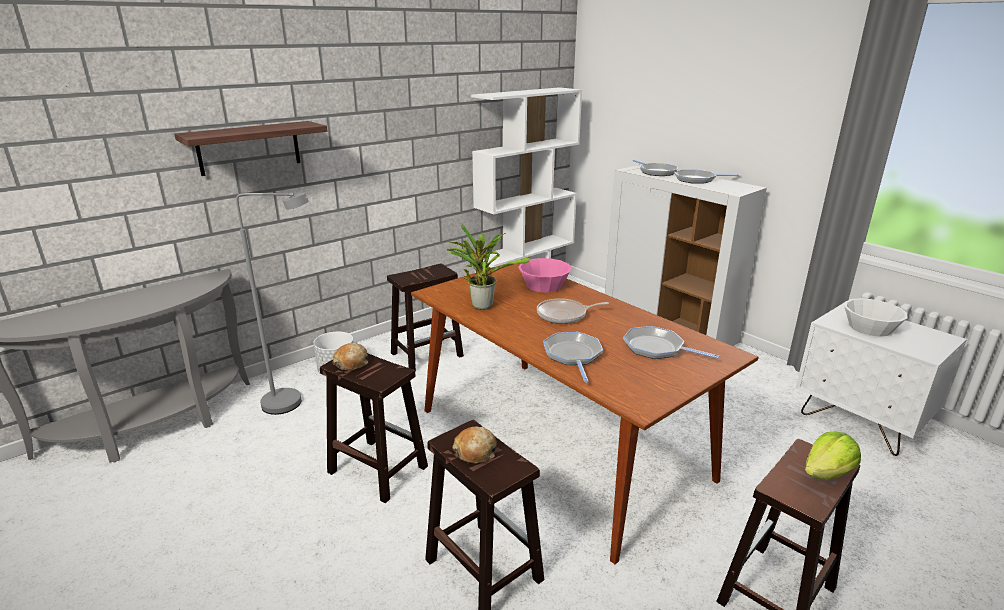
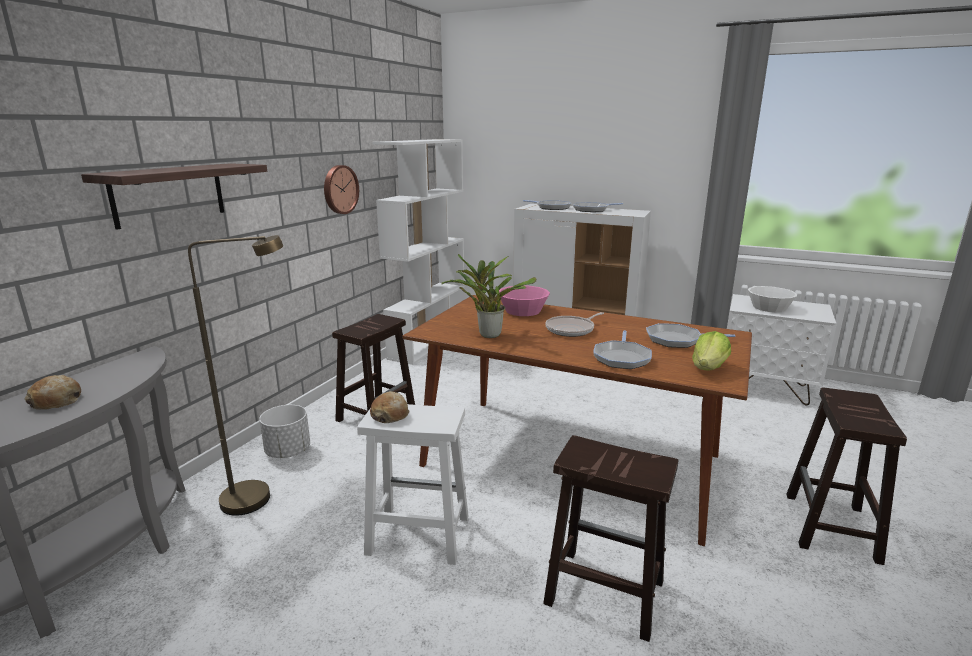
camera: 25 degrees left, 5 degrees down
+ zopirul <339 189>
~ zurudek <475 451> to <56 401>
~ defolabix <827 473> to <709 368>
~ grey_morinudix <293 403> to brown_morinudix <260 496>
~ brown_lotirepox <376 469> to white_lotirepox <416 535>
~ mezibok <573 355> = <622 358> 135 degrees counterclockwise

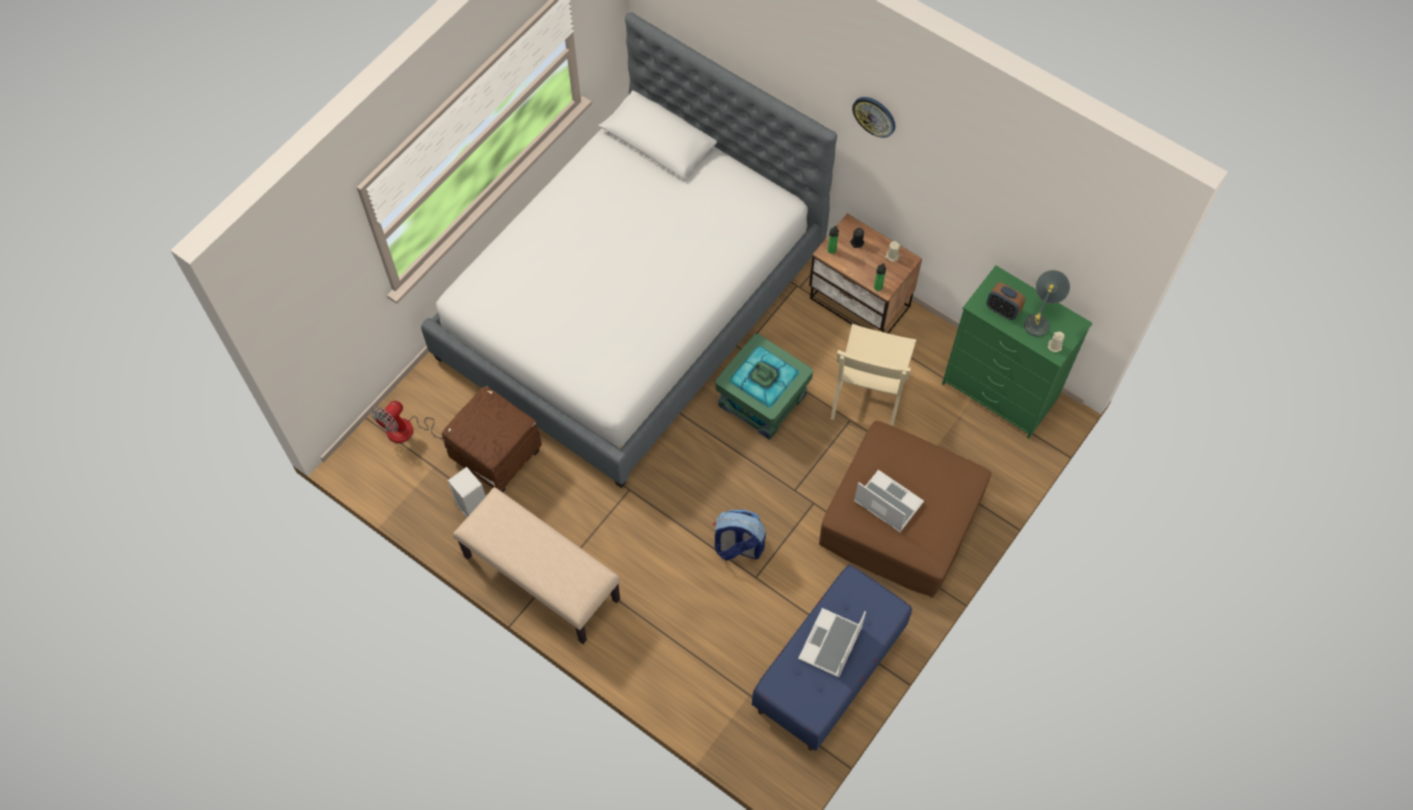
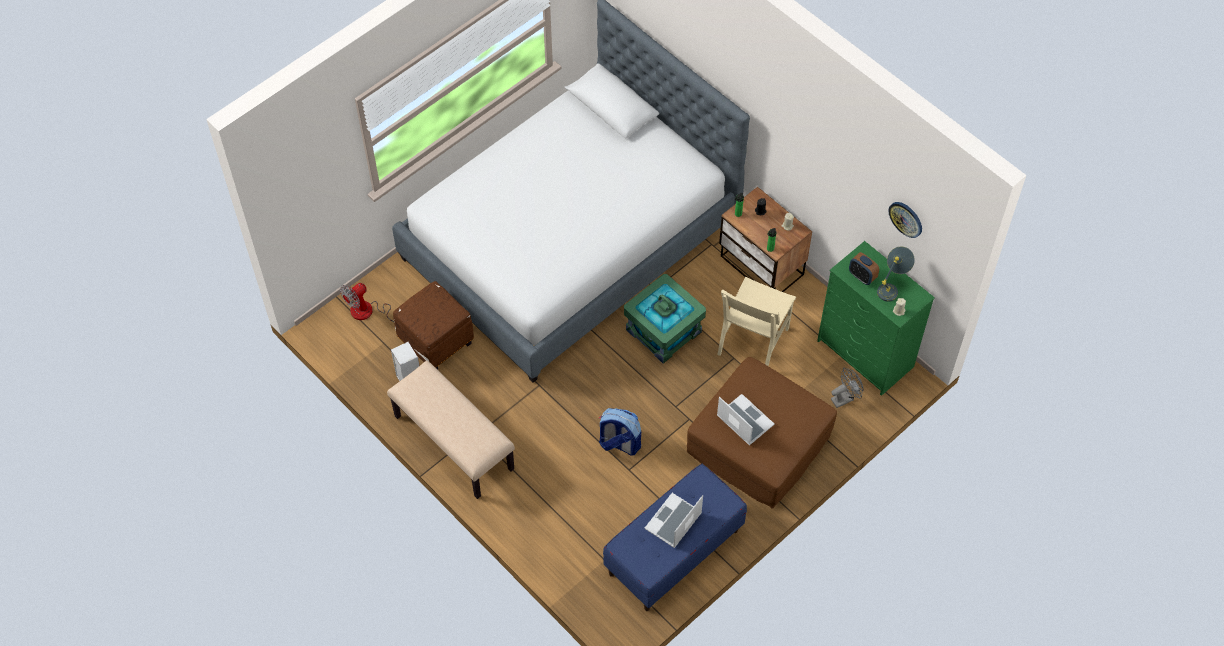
camera: 10 degrees right, 5 degrees down
+ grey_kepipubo <845 398>
~ zopirul <874 116> to <906 219>

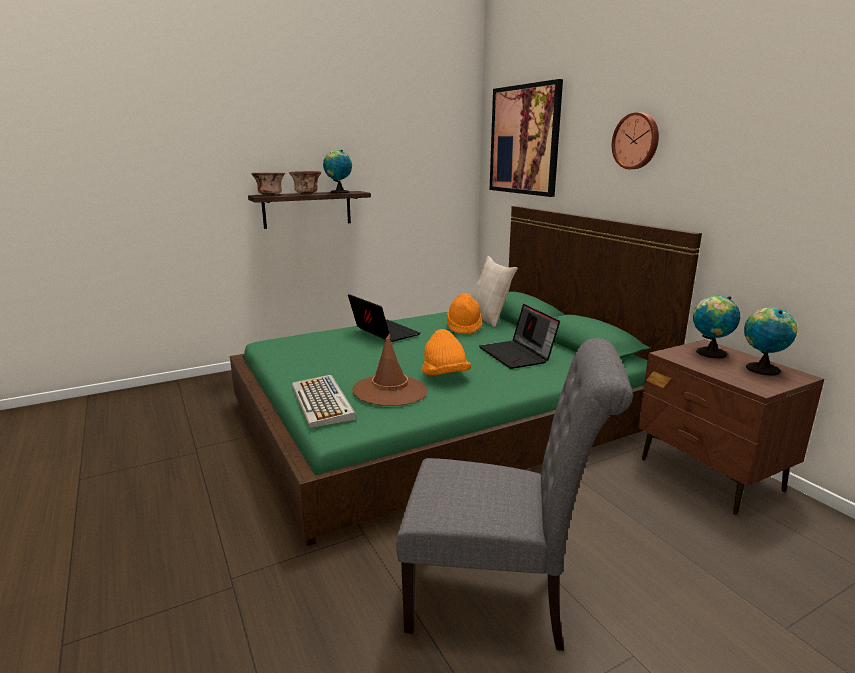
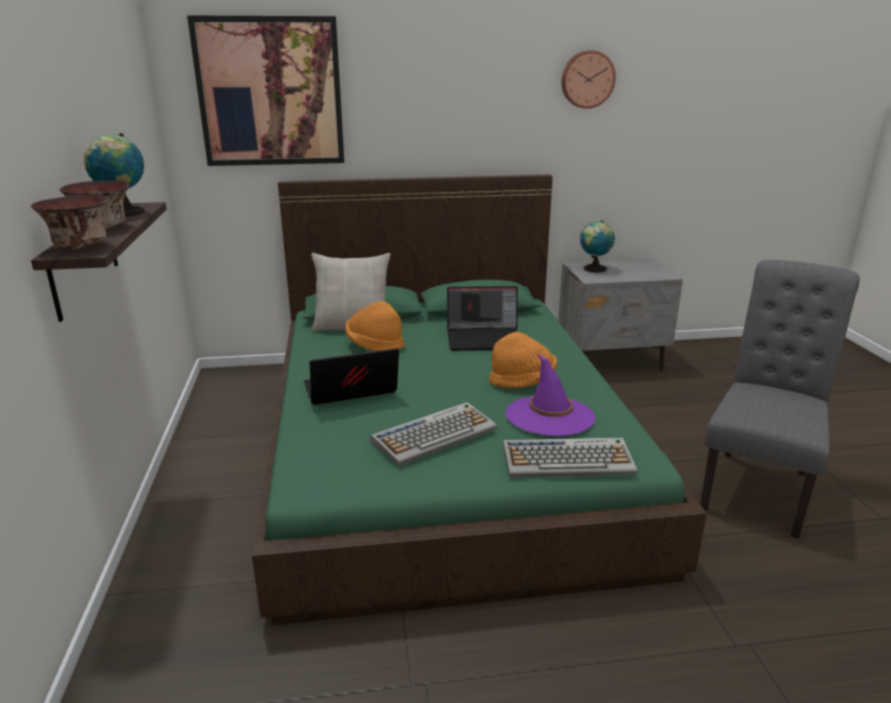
camera: 70 degrees left, 5 degrees up
- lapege <761 368>
+ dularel <435 434>
~ zopirul <636 141> to <587 79>
~ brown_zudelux <390 391> to purple_zudelux <549 416>
~ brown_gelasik <710 475> to grey_gelasik <611 360>

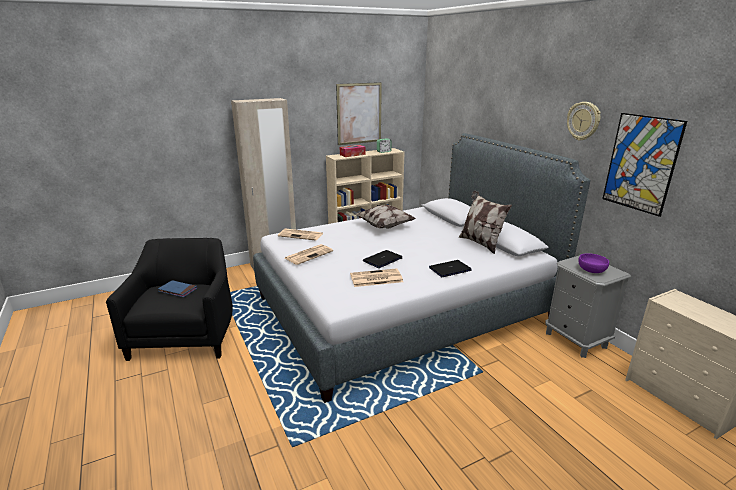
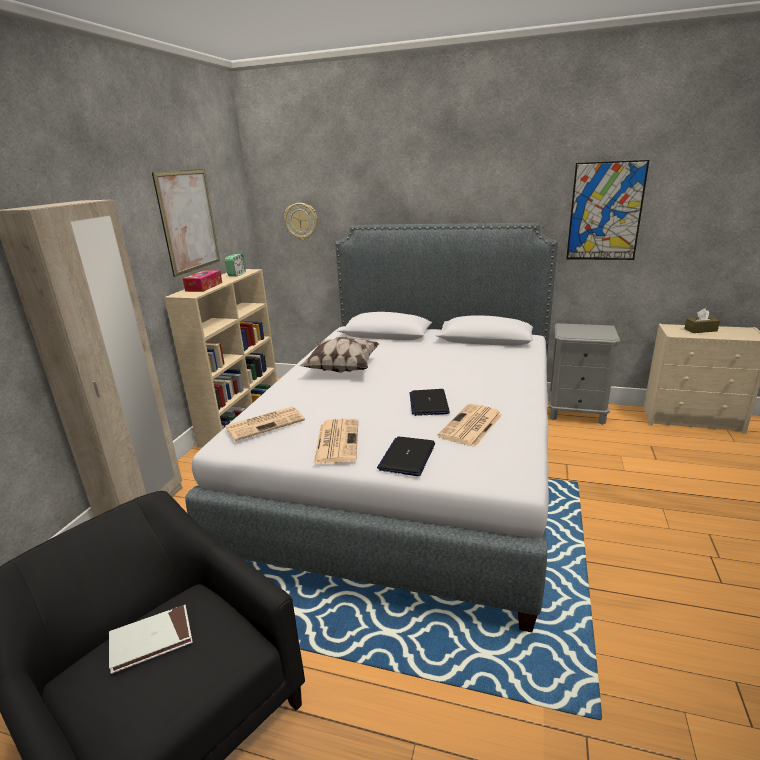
camera: 45 degrees left, 0 degrees up
- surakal <480 243>
- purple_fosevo <591 270>
+ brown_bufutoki <700 330>
~ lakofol <450 269> to <407 457>
~ zopirul <583 121> to <301 221>
~ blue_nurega <178 290> to white_nurega <151 640>

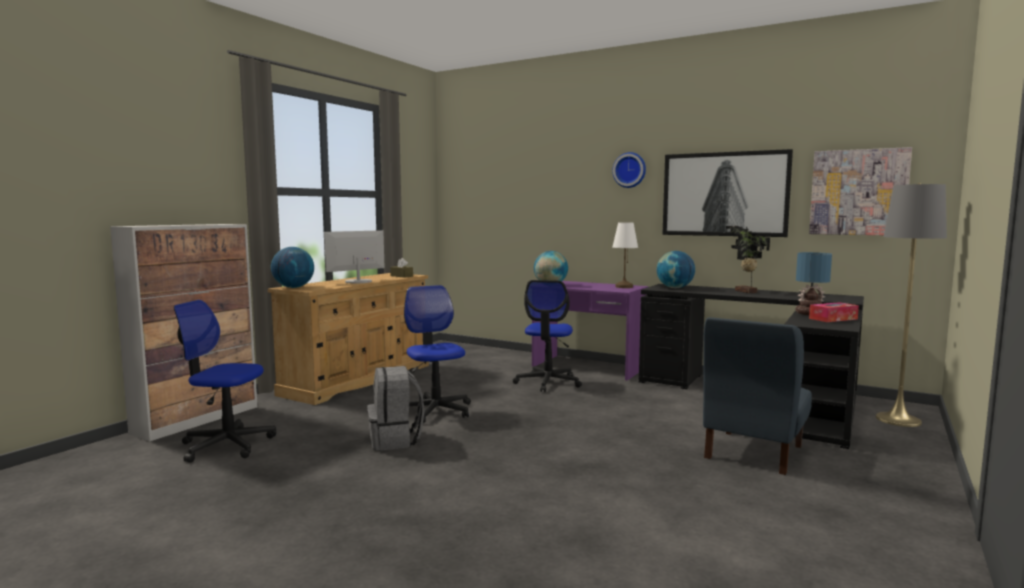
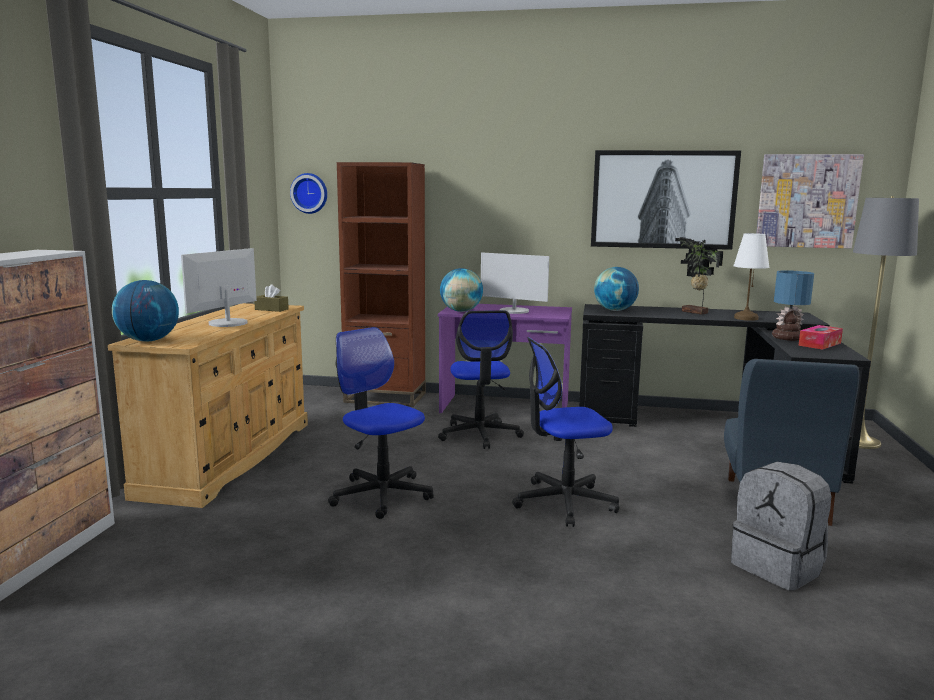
camera: 20 degrees left, 5 degrees up
+ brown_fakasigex <385 398>
+ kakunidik <514 311>
~ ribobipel <227 445> to <564 502>
~ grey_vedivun <396 440> to <778 567>
~ zopirul <630 170> to <310 193>
~ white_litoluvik <623 287> to <746 318>

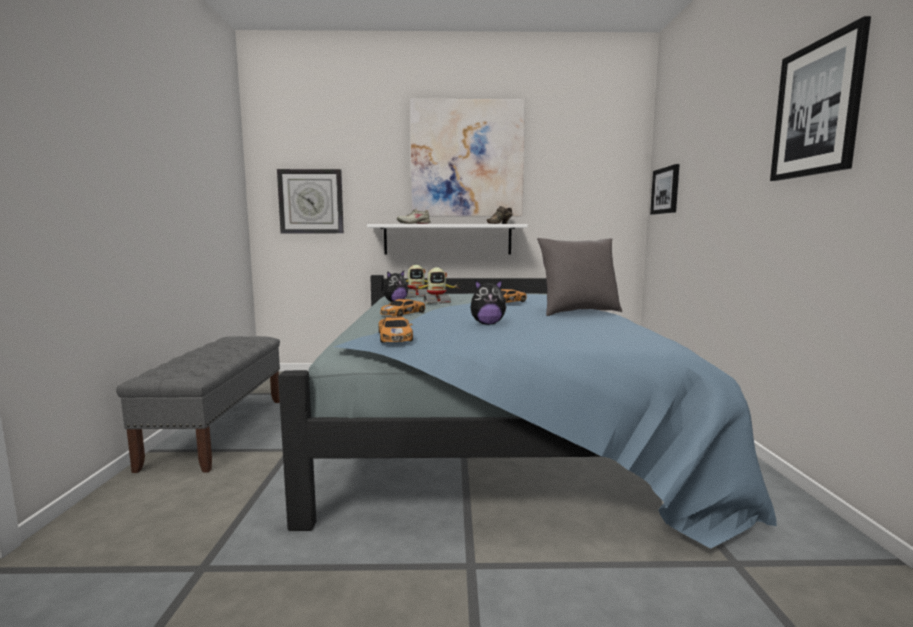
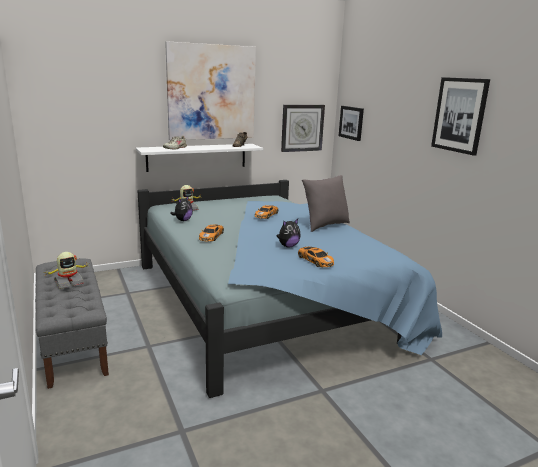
camera: 25 degrees left, 10 degrees up
~ zopirul <311 201> to <302 128>
~ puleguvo <395 337> to <315 260>
~ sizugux <436 302> to <68 283>

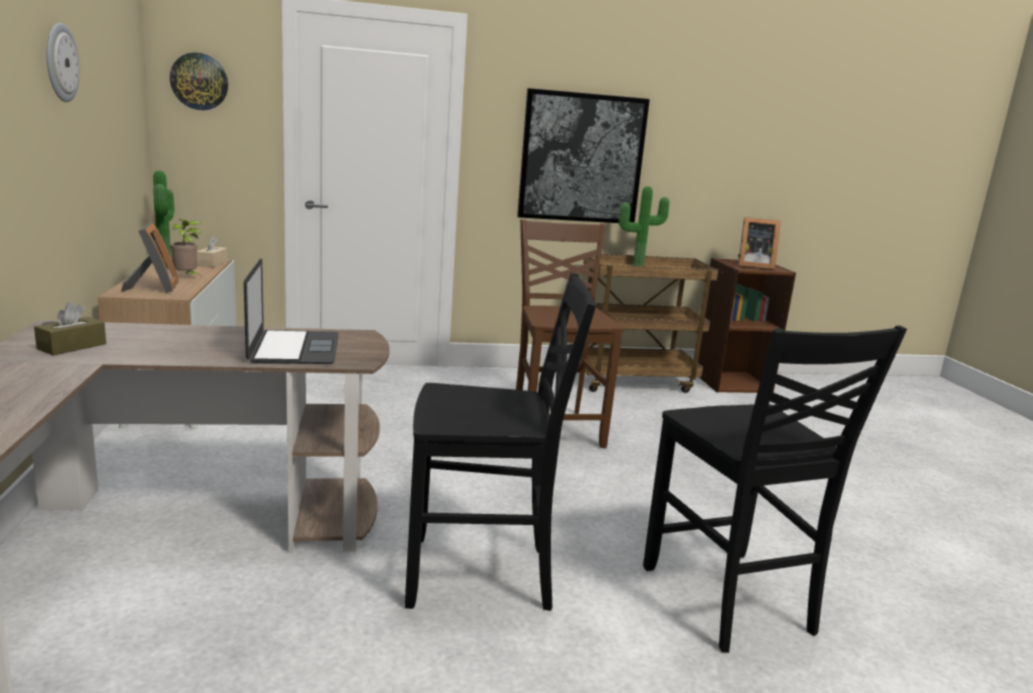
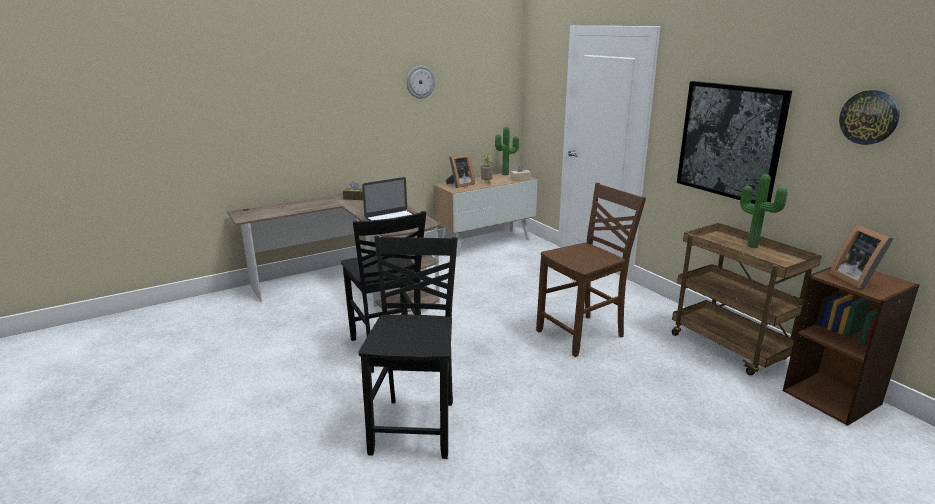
camera: 70 degrees right, 5 degrees up
~ zopirul <199 81> to <869 117>
~ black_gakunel <729 601> = <416 426> 135 degrees clockwise

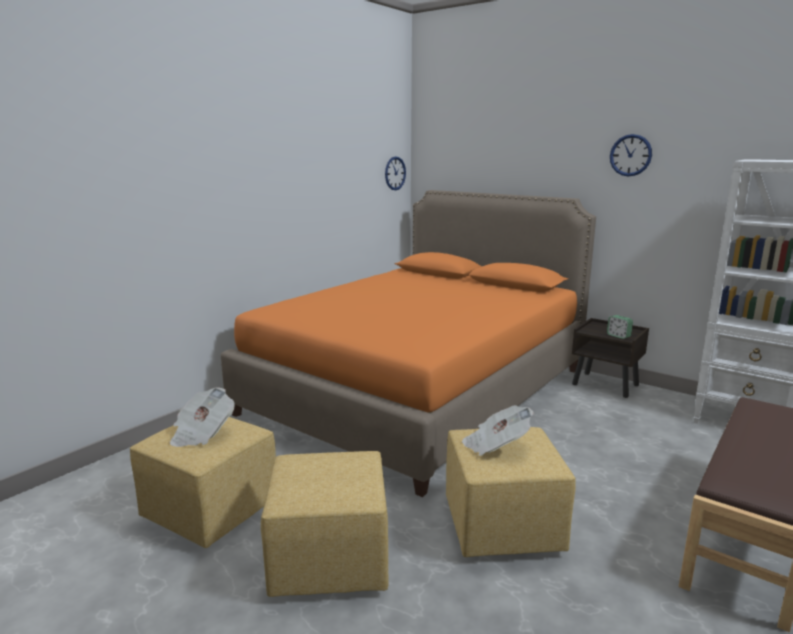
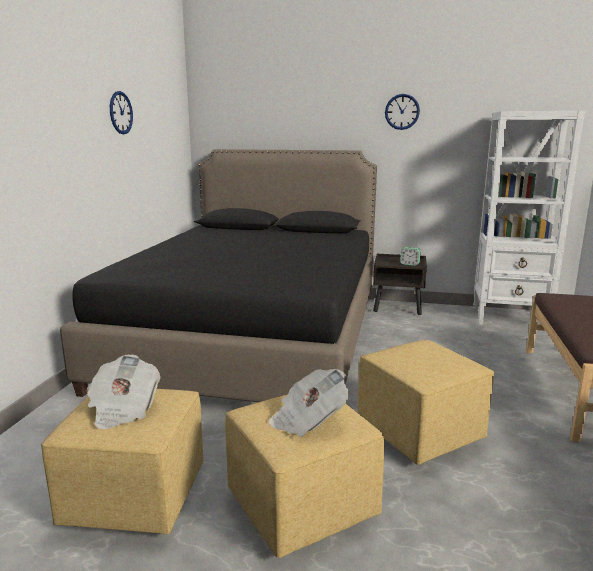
camera: 25 degrees left, 0 degrees up
~ zopirul <395 173> to <120 112>
~ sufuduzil <496 445> to <308 420>
~ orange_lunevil <419 391> to black_lunevil <253 338>

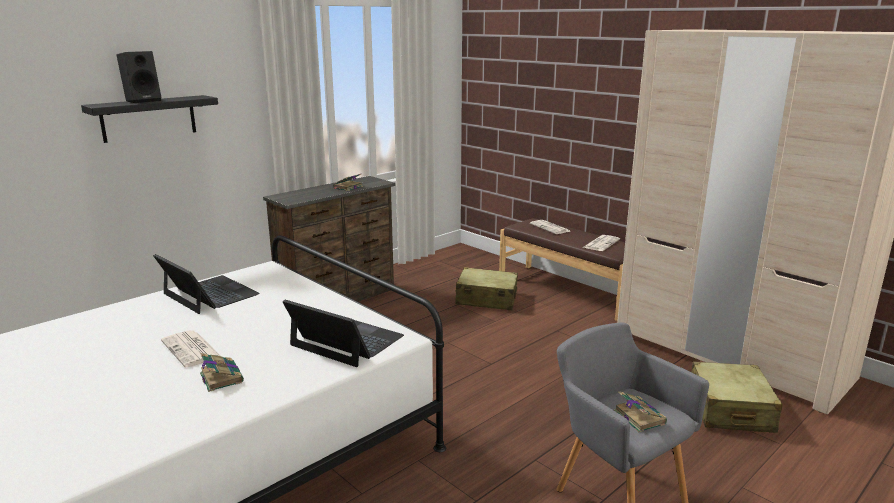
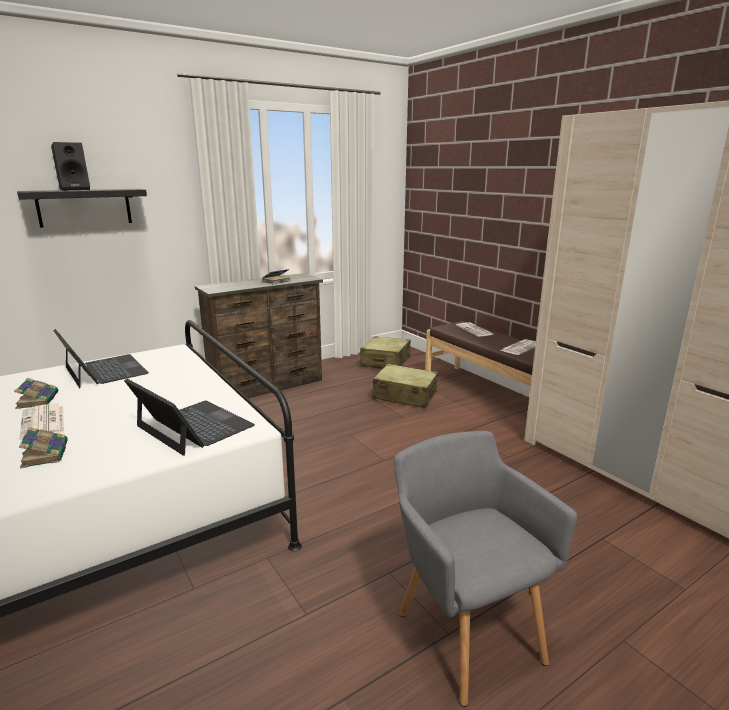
camera: 10 degrees right, 0 degrees up
~ nurega <638 417> to <38 400>
~ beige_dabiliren <730 410> to <385 362>

